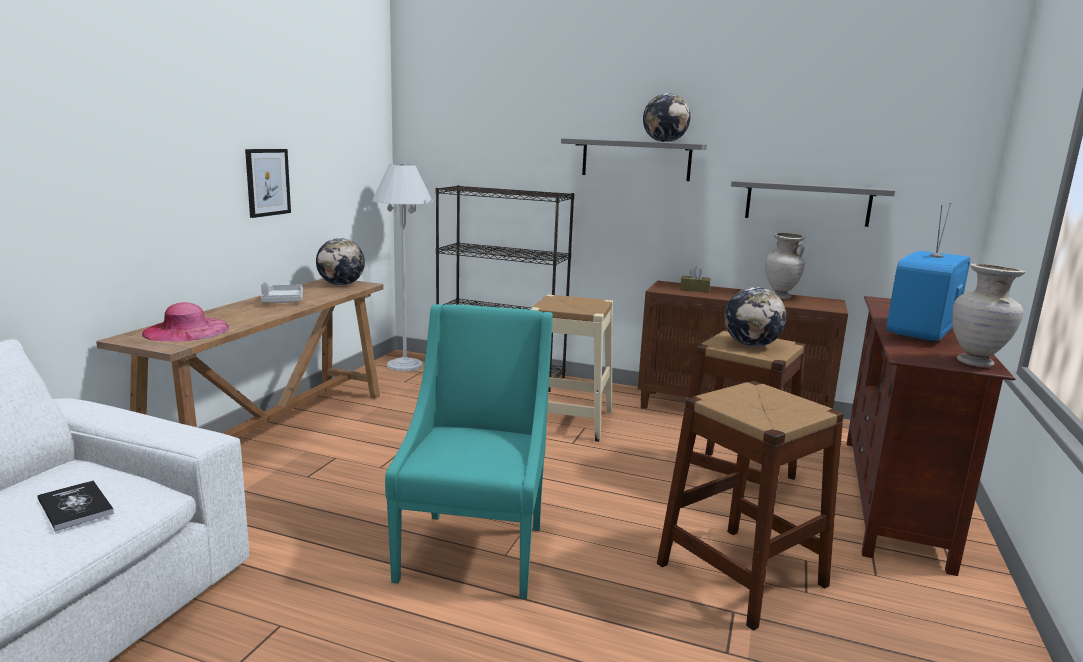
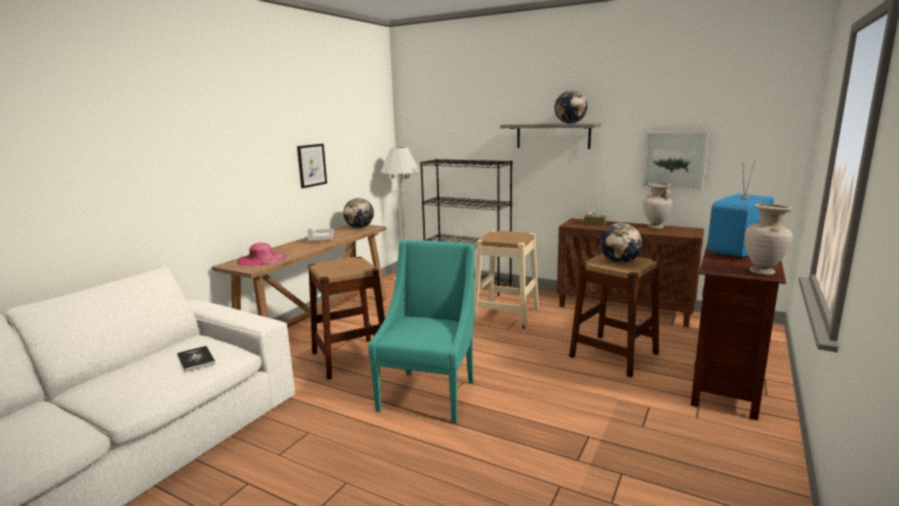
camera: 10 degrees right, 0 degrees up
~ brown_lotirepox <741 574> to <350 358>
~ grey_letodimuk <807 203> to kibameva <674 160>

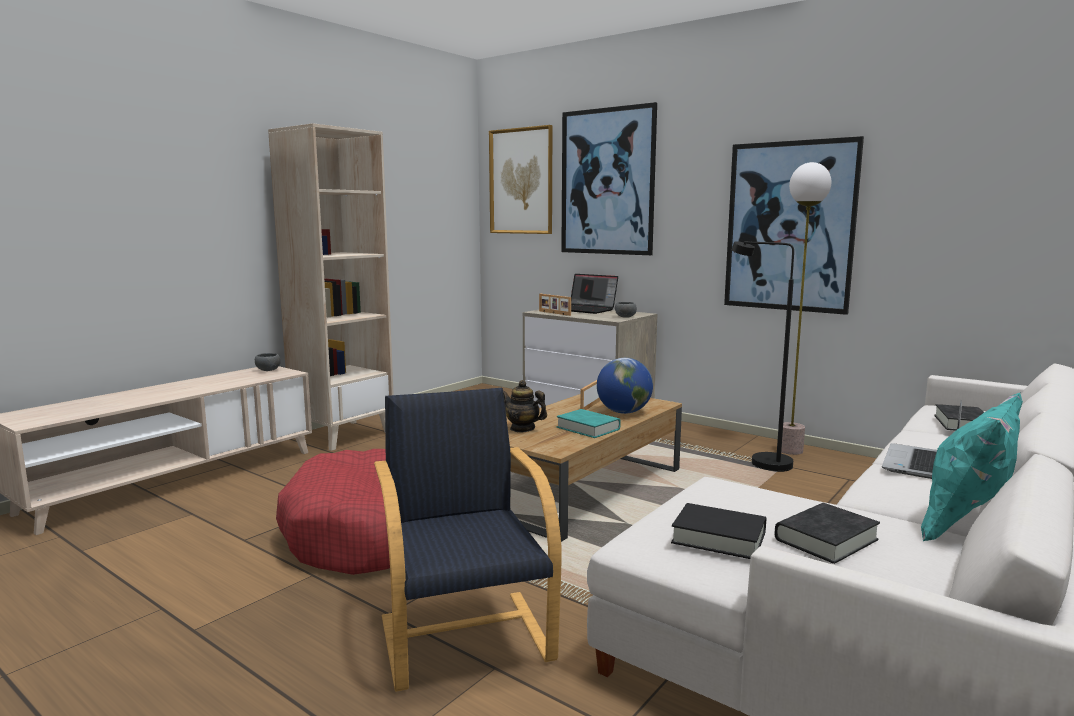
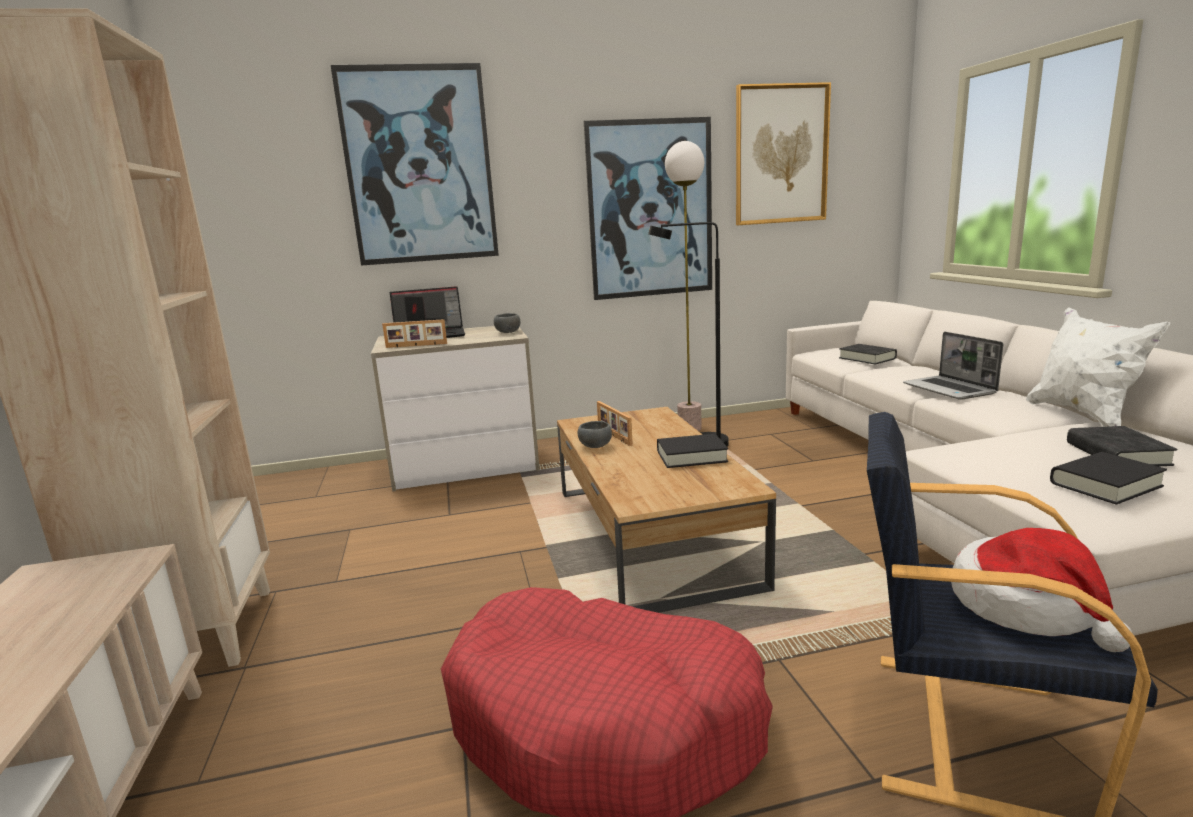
camera: 50 degrees left, 5 degrees up
- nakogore <522 428>
- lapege <624 412>
+ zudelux <1027 606>
~ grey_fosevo <267 370> to <595 446>
~ kibameva <521 181> to <781 155>
~ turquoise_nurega <588 428> to black_nurega <691 456>
~ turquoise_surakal <966 525> to white_surakal <1083 415>

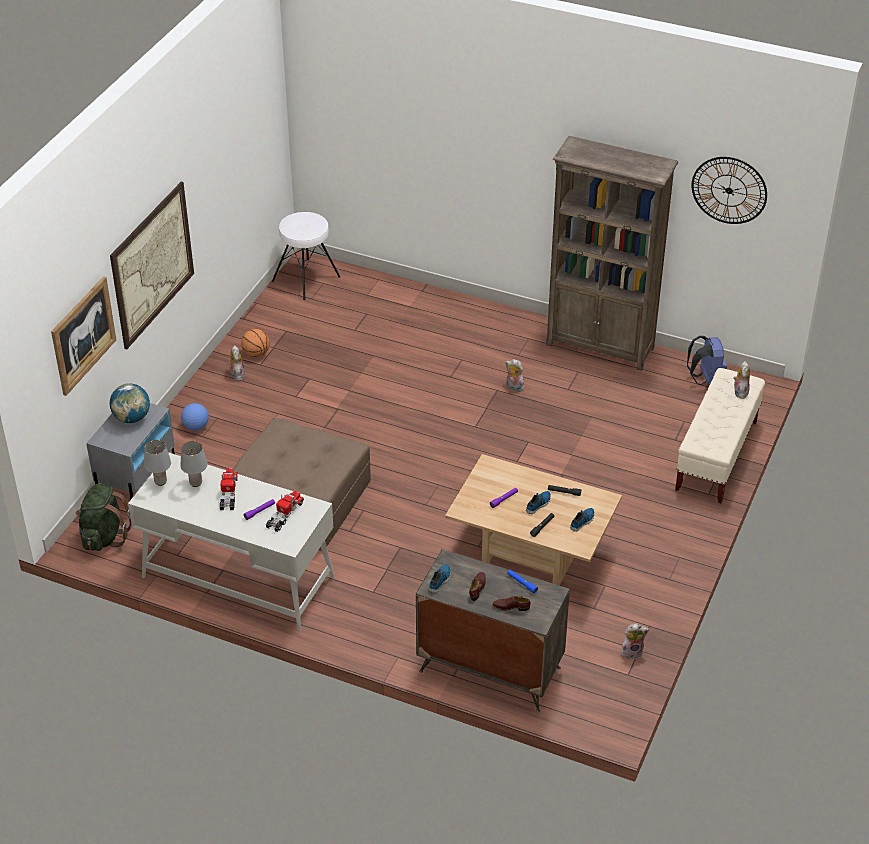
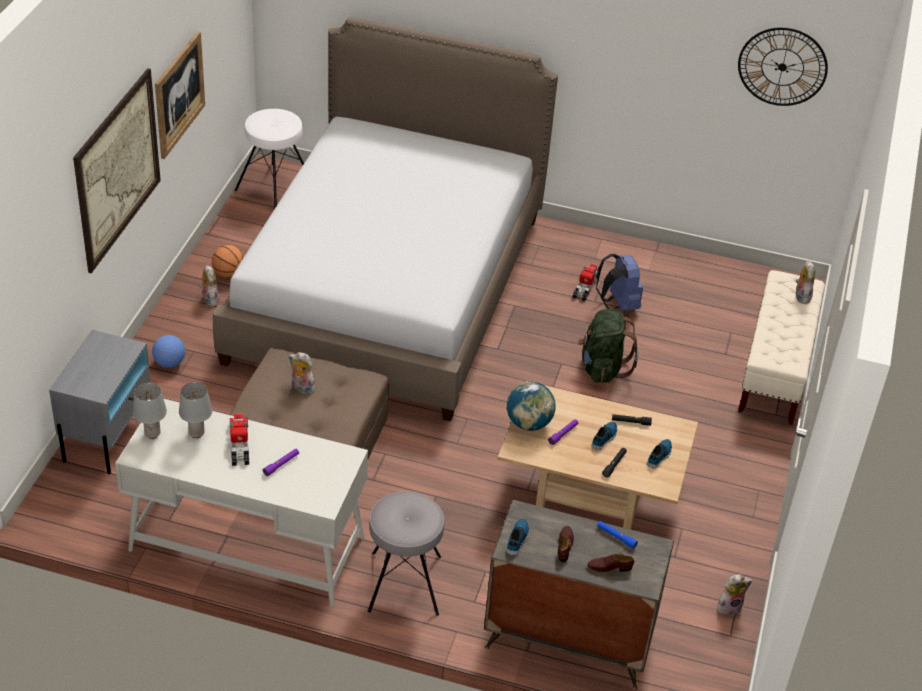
camera: 10 degrees left, 0 degrees up
- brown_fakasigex <600 346>
+ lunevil <388 288>
+ grey_lotirepox <404 583>
~ kibameva <83 335> to <179 94>
~ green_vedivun <104 536> to <602 368>
~ lapege <132 418> to <529 423>
~ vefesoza <285 515> to <585 286>
~ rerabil <514 387> to <301 388>
~ blue_vedivun <706 380> to <618 304>

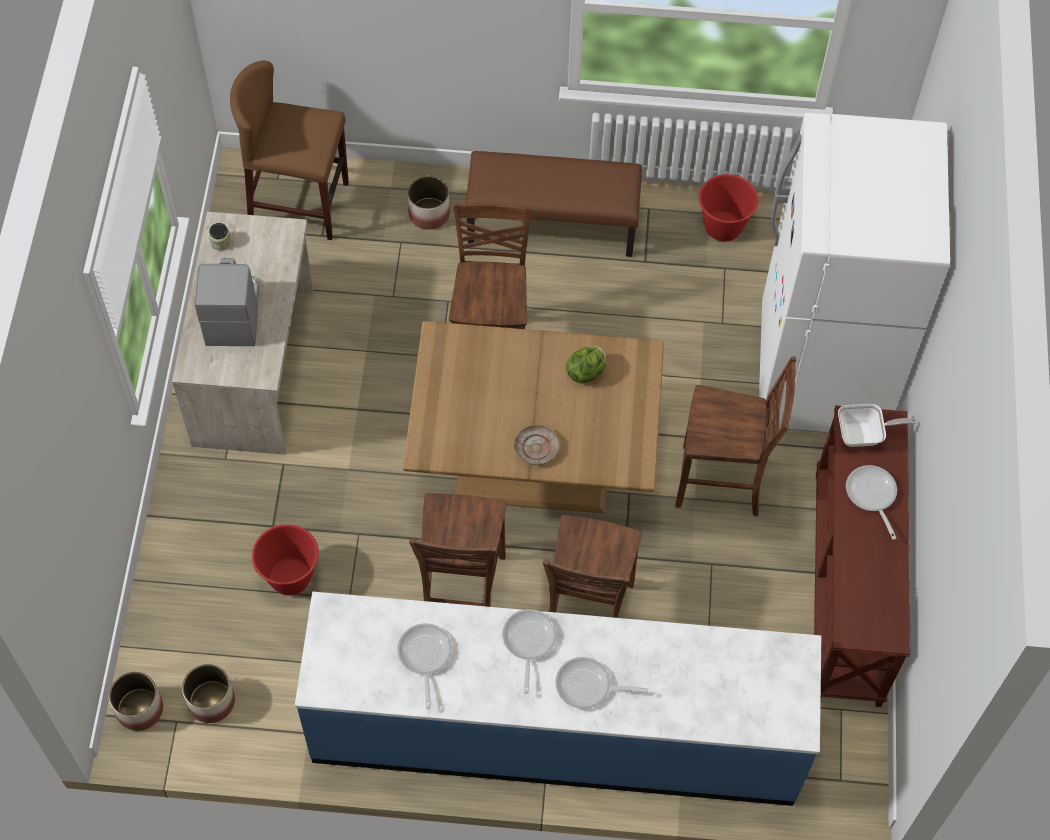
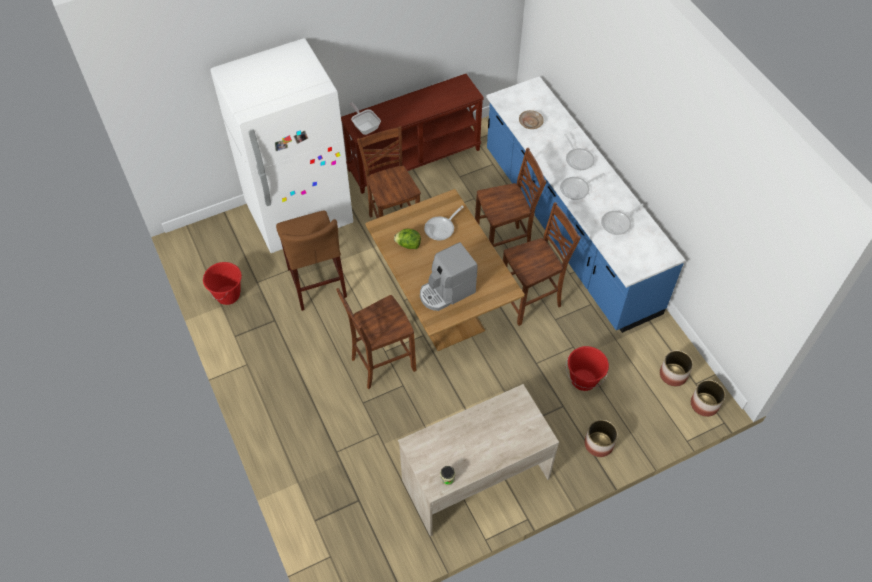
camera: 120 degrees left, 5 degrees down
- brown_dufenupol <553 224>
~ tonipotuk <232 313> to <446 292>
~ brown_lotirepox <299 204> to <317 282>
~ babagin <429 213> to <598 444>
~ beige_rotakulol <536 448> to <530 122>
~ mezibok <871 496> to <441 228>

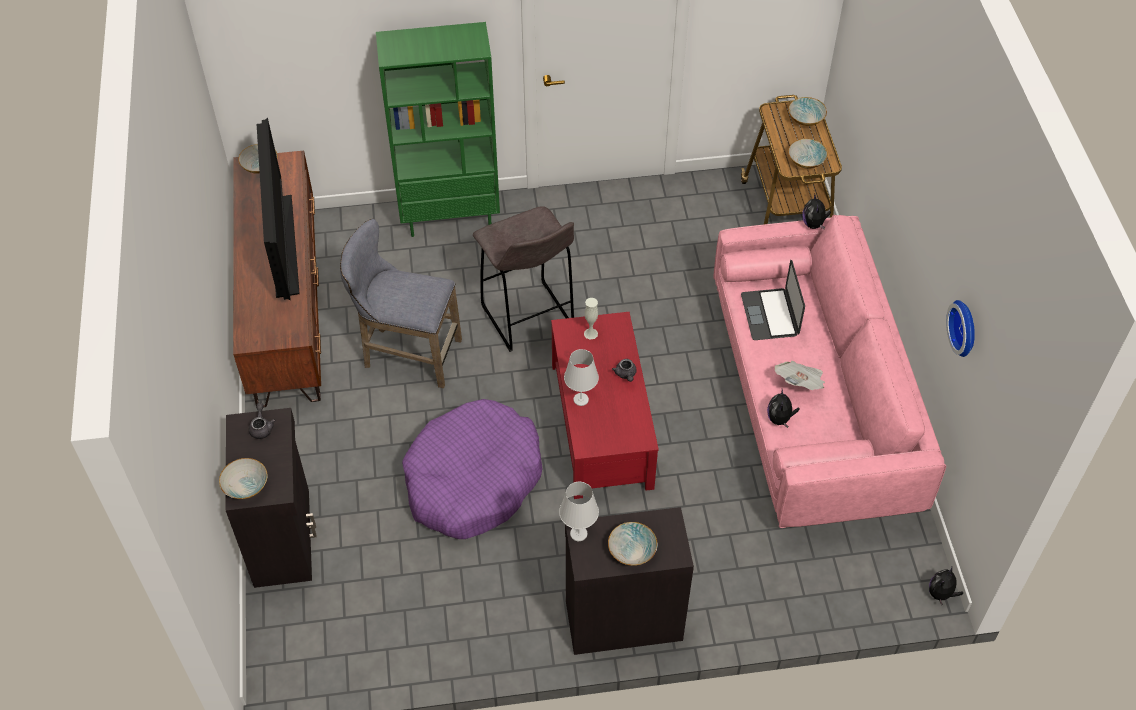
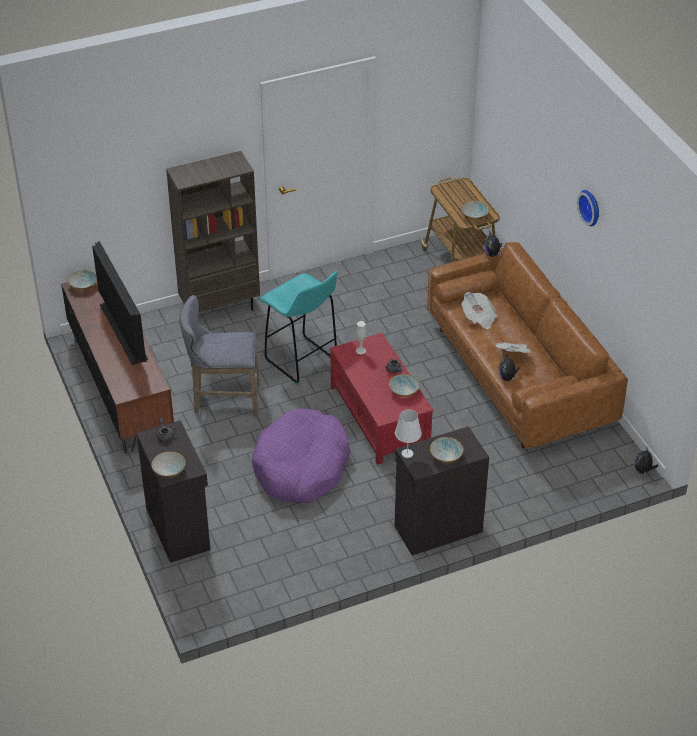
camera: 15 degrees left, 10 degrees down
- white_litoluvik <580 399>
~ fosevo <806 119> to <404 391>
~ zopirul <965 327> to <591 207>
~ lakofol <770 314> to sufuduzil <479 318>
~ green_fakasigex <450 217> to brown_fakasigex <220 308>
~ grey_lotirepox <528 318> to turquoise_lotirepox <302 361>
~ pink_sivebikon <810 401> to brown_sivebikon <518 375>

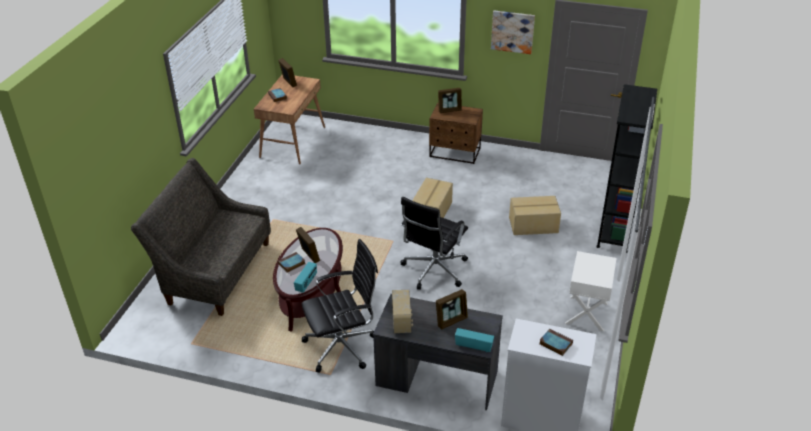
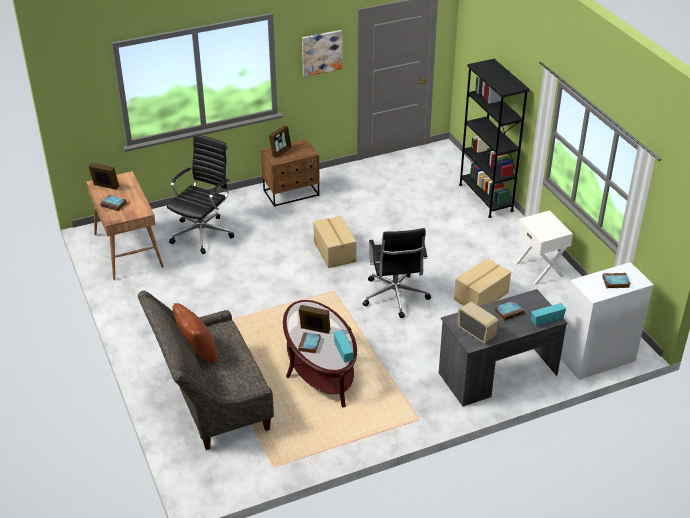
camera: 40 degrees left, 0 degrees up
+ brown_surakal <197 352>
~ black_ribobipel <343 346> to <203 233>
~ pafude <533 225> to <481 296>
~ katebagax <451 320> to nurega <509 312>

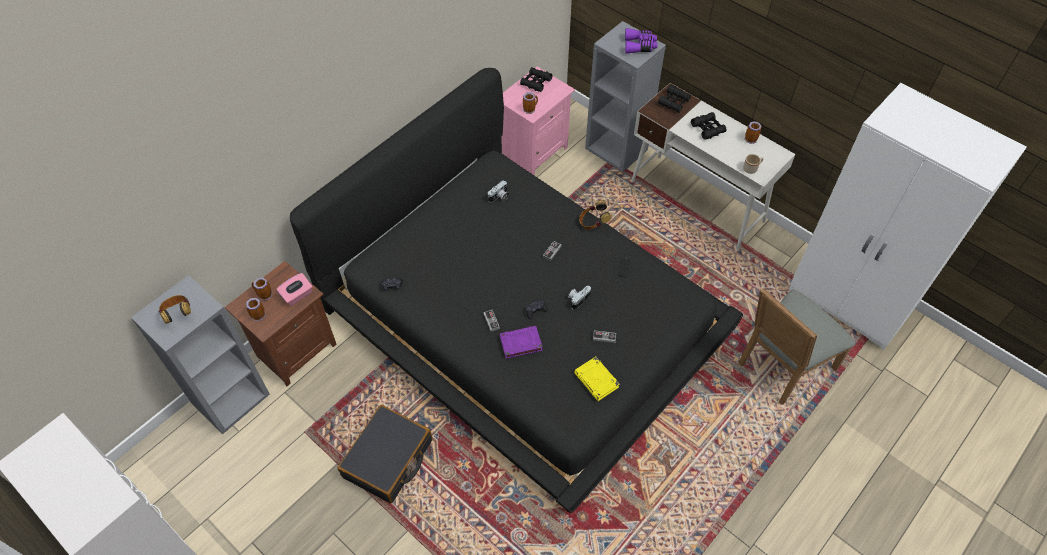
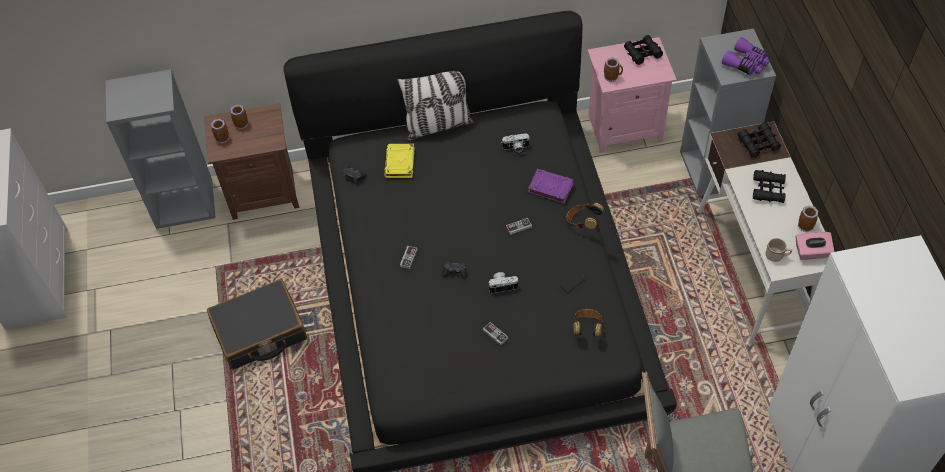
camera: 40 degrees right, 0 degrees up
+ surakal <438 125>
~ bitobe <178 314> to <587 328>
~ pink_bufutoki <297 295> to <811 252>
~ purple_nurega <520 343> to <550 188>
~ yellow_nurega <596 380> to <400 163>

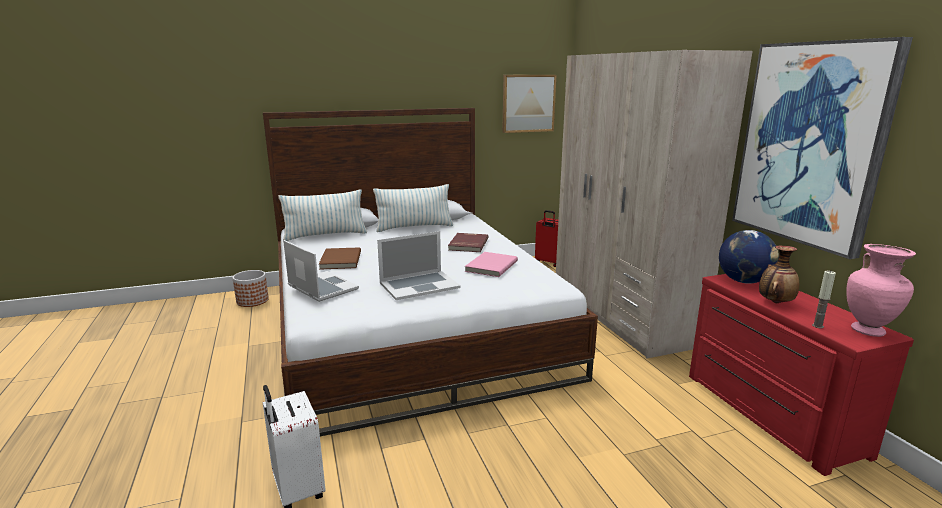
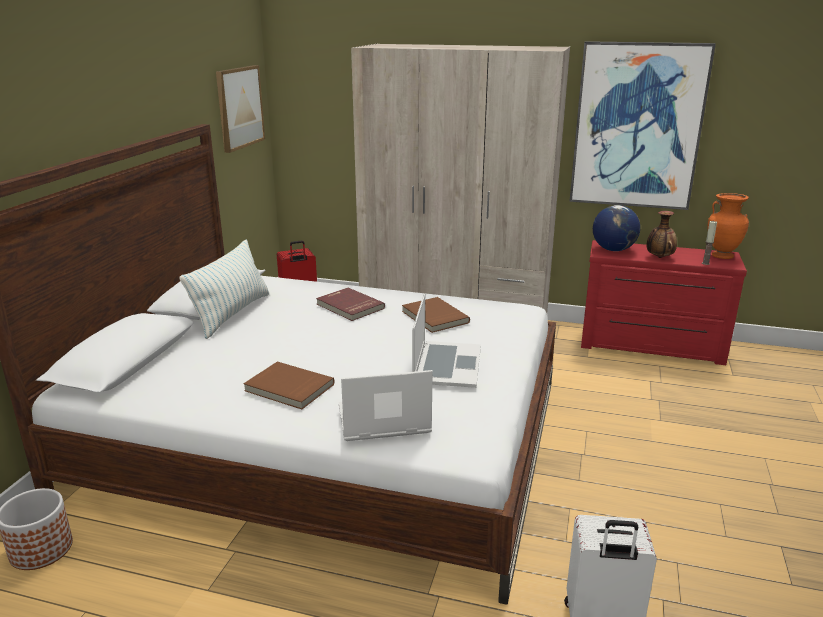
camera: 55 degrees left, 5 degrees up
- surakal <325 235>
~ pink_nurega <490 266> to brown_nurega <434 317>
~ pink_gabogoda <868 331> to orange_gabogoda <722 256>

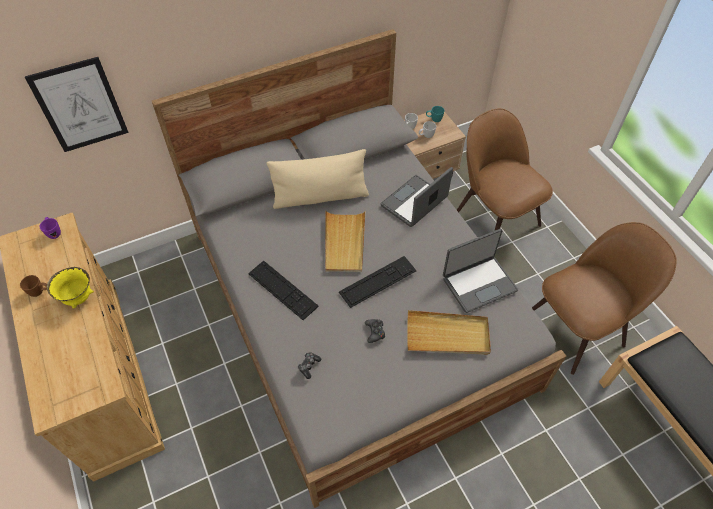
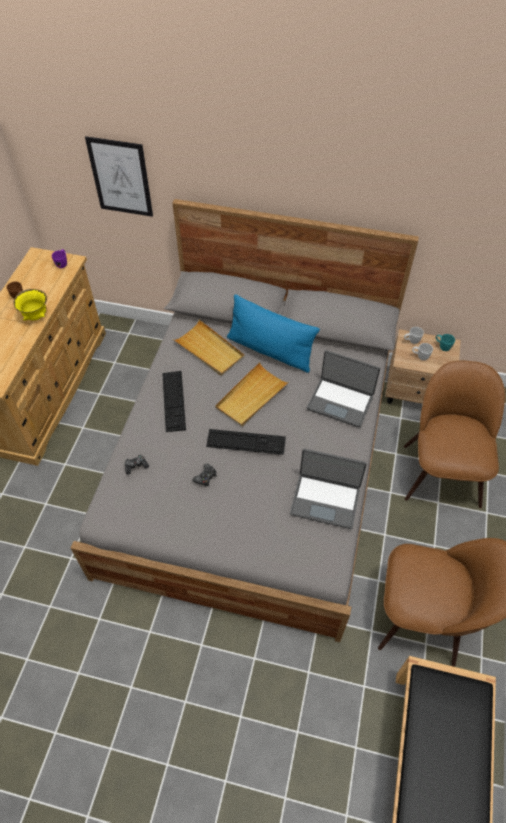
camera: 40 degrees right, 0 degrees up
~ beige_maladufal <448 335> to <209 350>
~ beige_surakal <320 197> to blue_surakal <270 350>
~ lakofol <415 202> = <340 402> 150 degrees counterclockwise

